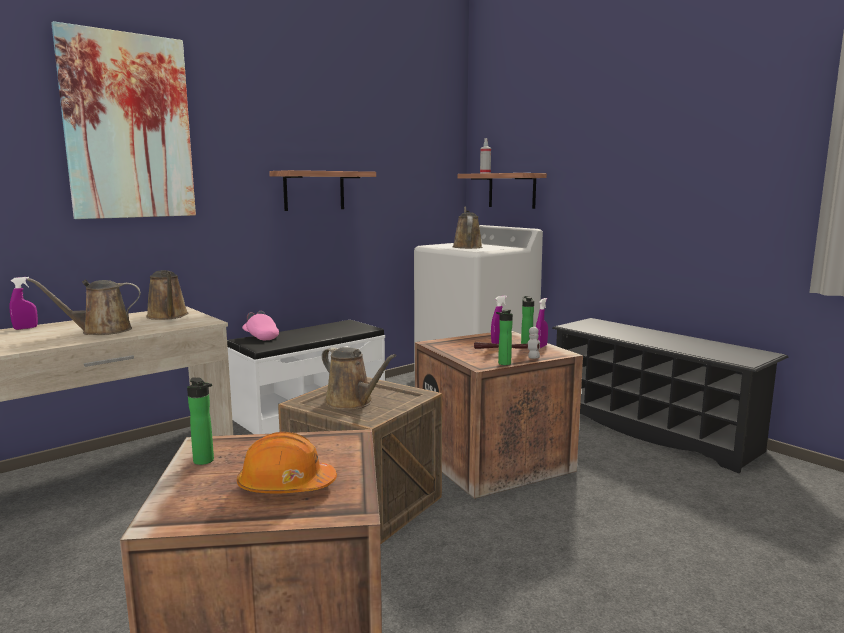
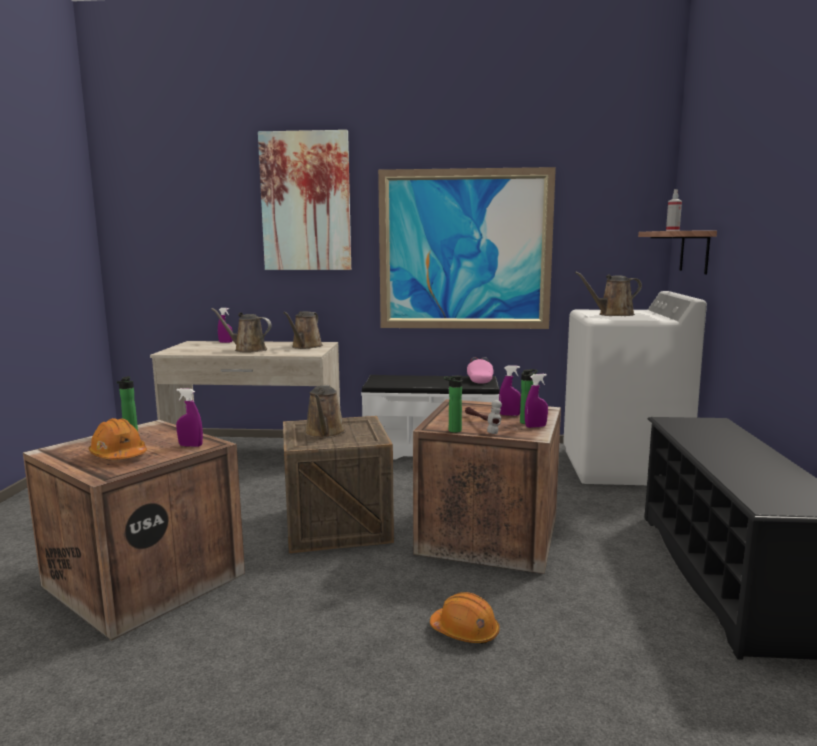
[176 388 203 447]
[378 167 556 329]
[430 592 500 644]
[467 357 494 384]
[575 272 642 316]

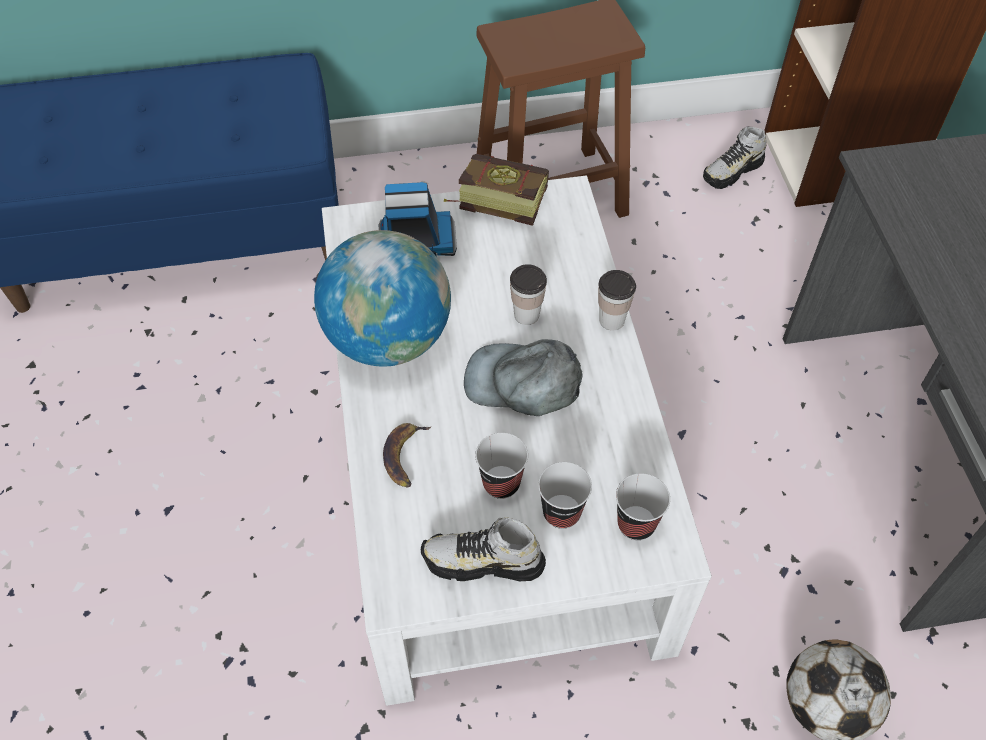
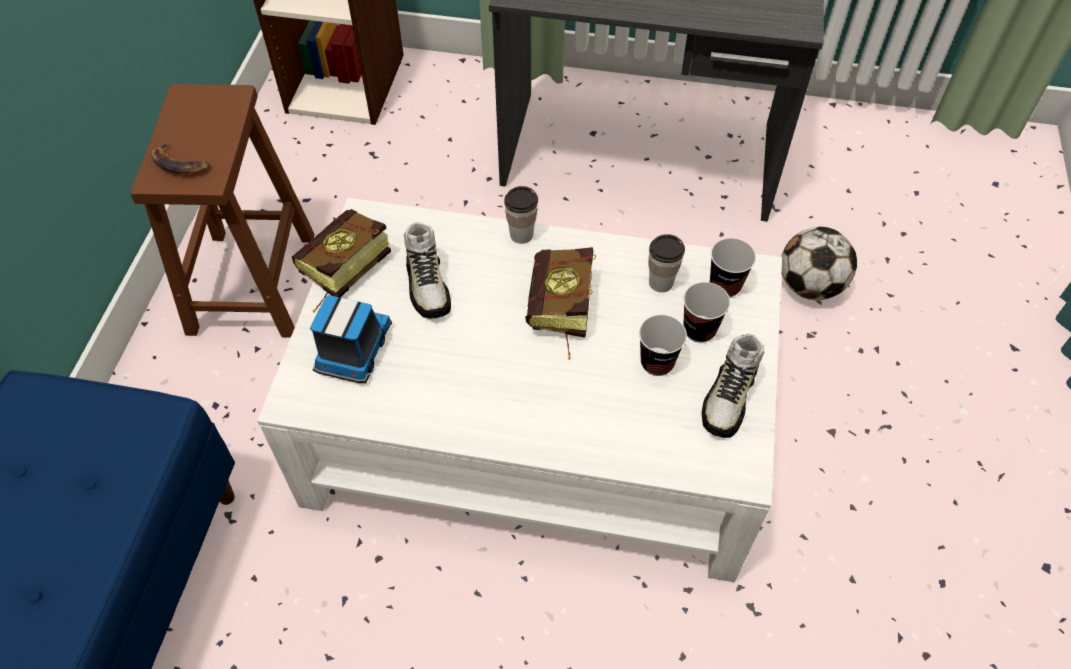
[151 142 209 174]
[404 222 451 319]
[525 247 596 360]
[649 234 685 292]
[314 230 451 367] (first image)

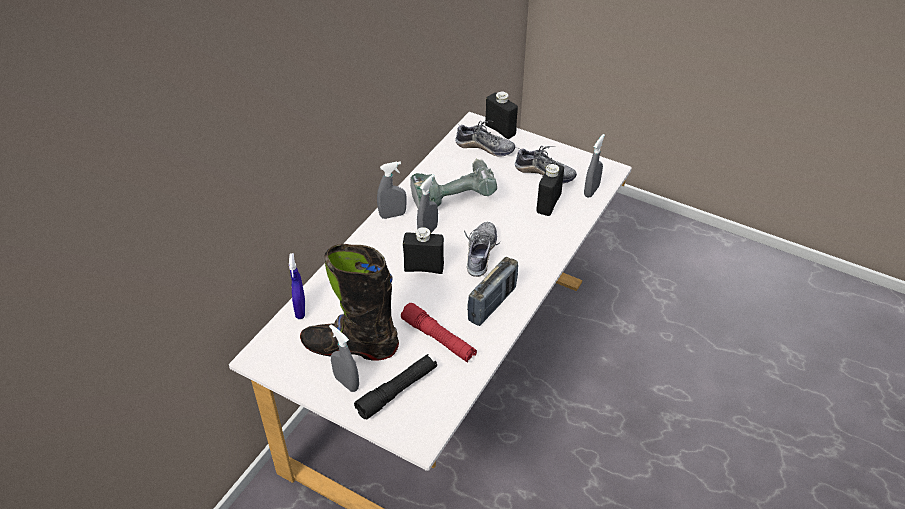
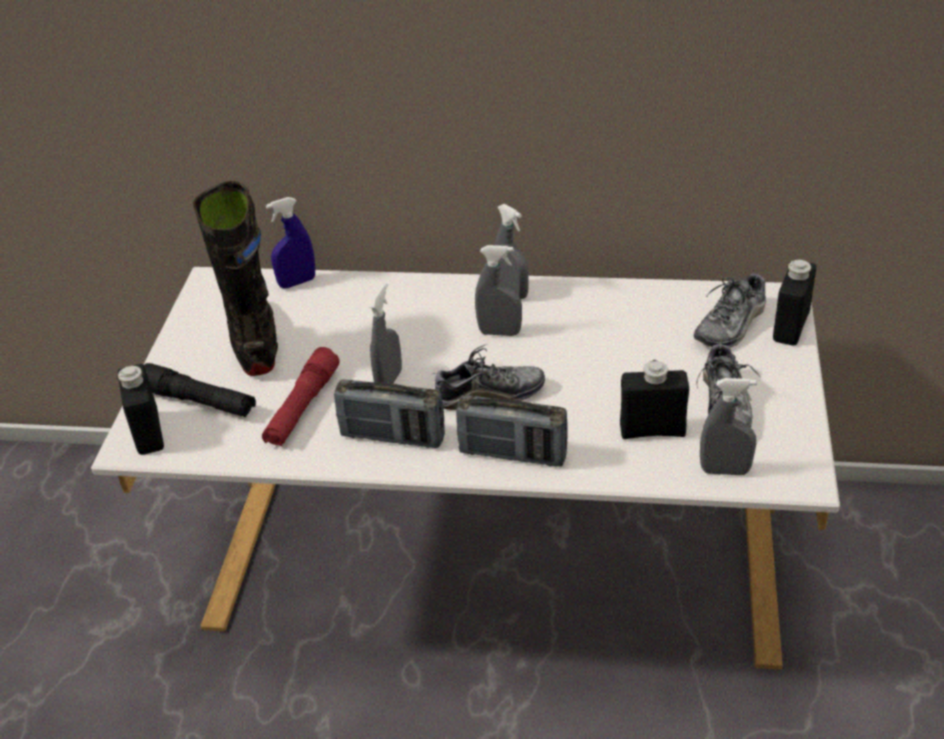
[117 364 164 455]
[369 283 402 384]
[456 395 568 466]
[694 271 766 347]
[410 158 497 209] (first image)

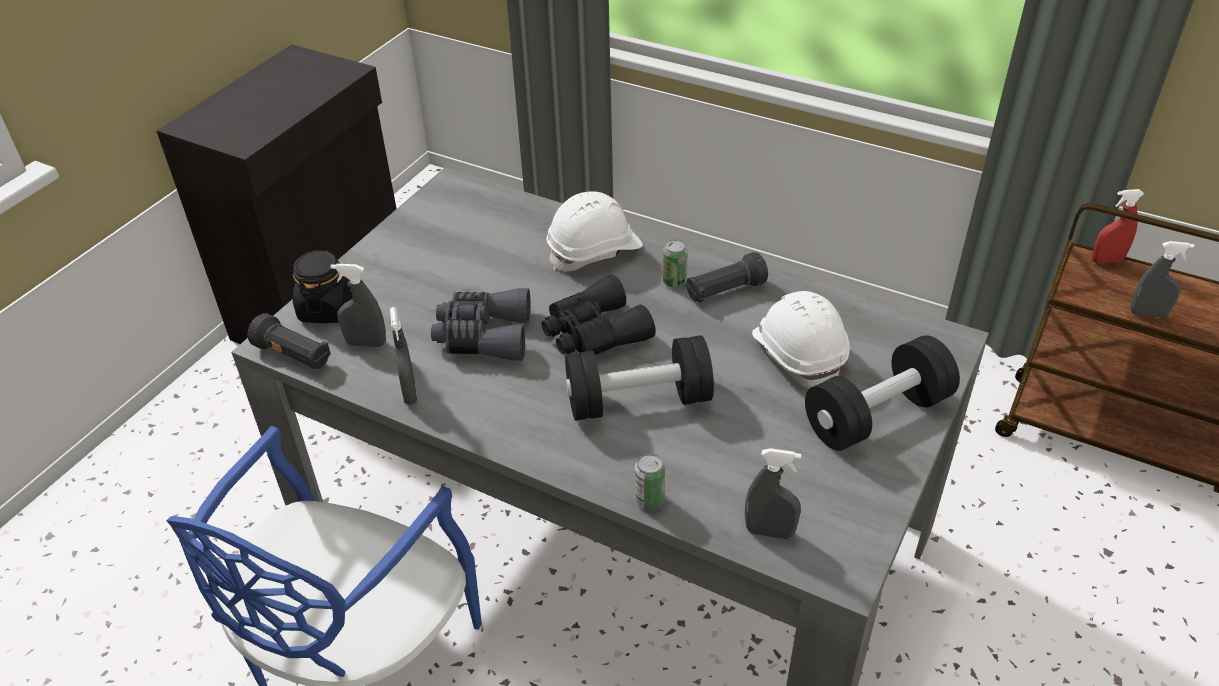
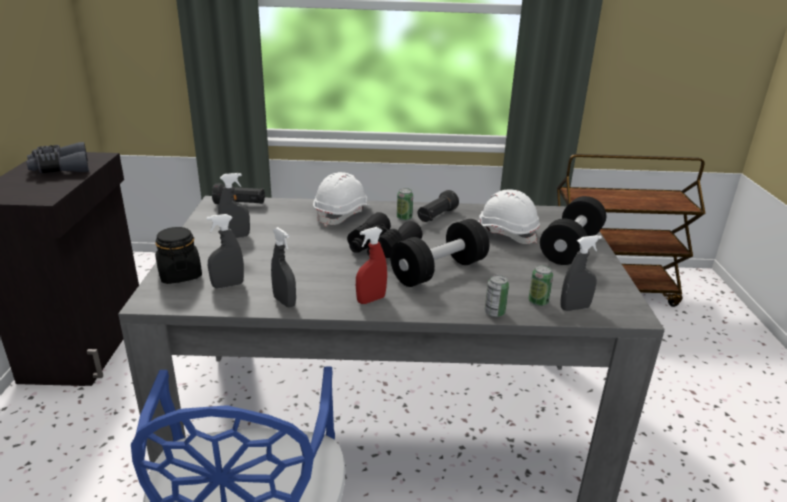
[26 142 89 173]
[212 183 265 204]
[218 173 250 238]
[356 227 387 304]
[528 265 553 306]

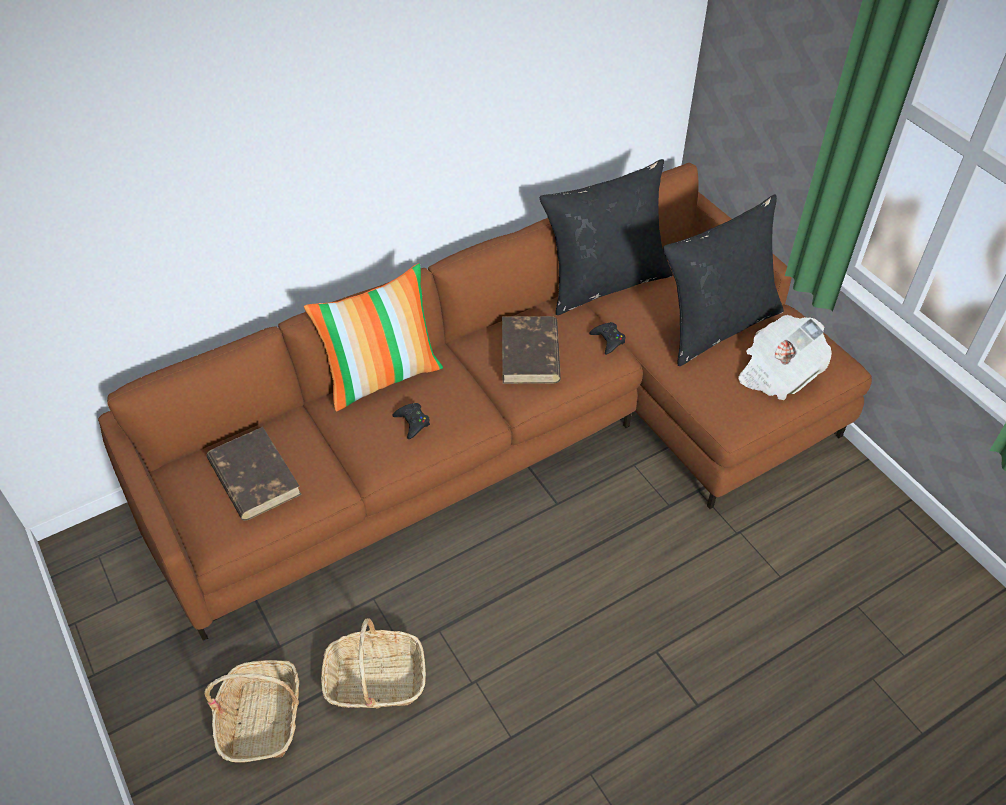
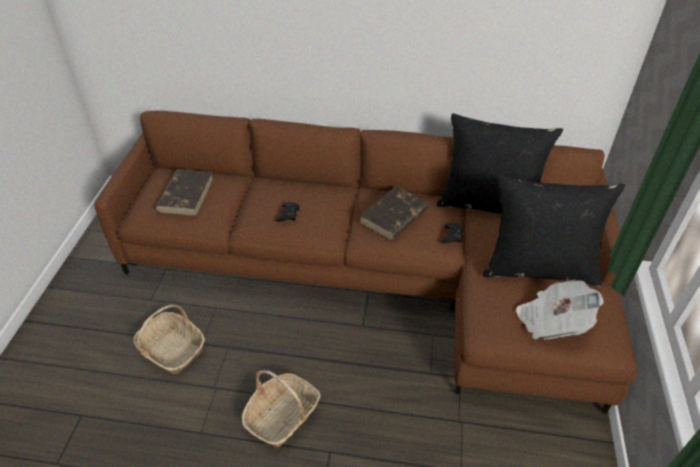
[241 370 321 448]
[304 263 443 412] (first image)

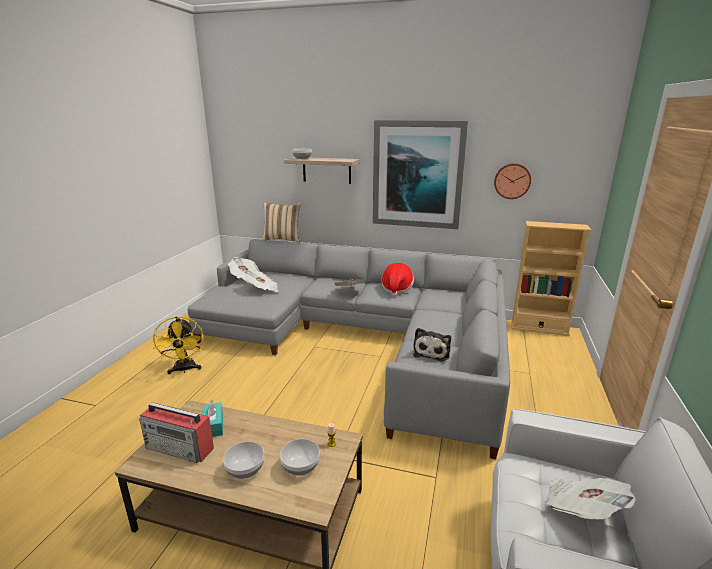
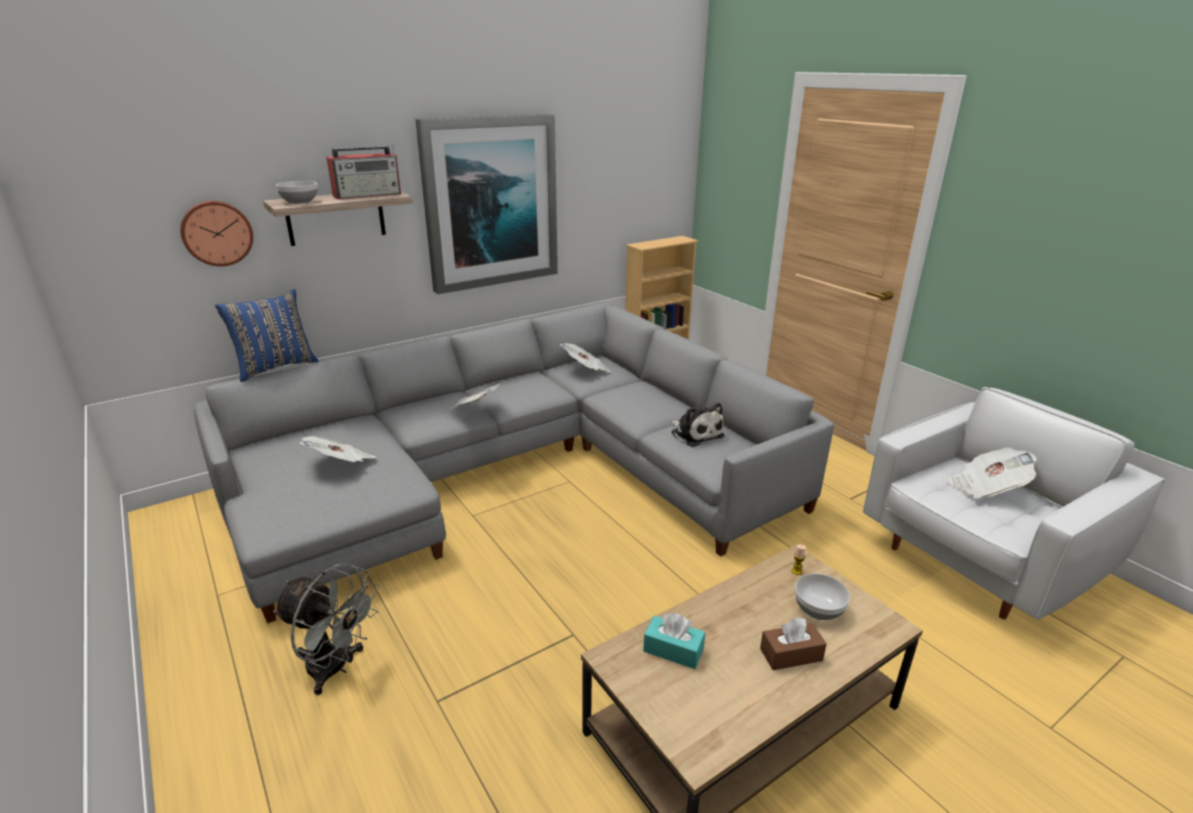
[180 201 253 266]
[215 289 319 382]
[273 563 379 695]
[327 144 401 199]
[560 343 611 372]
[760 618 827 670]
[381 263 414 296] (first image)

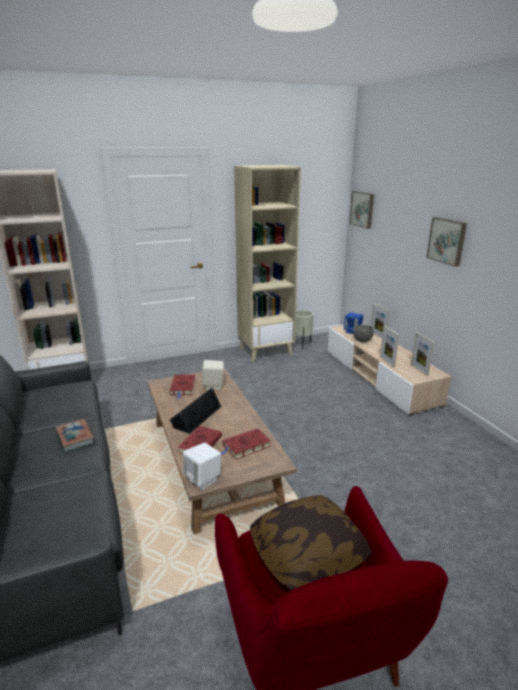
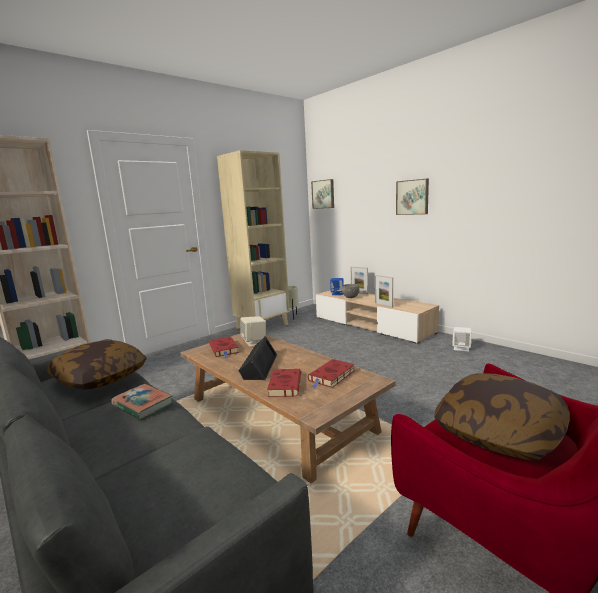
[46 340 147 390]
[452 327 472 352]
[411 332 434 376] (first image)

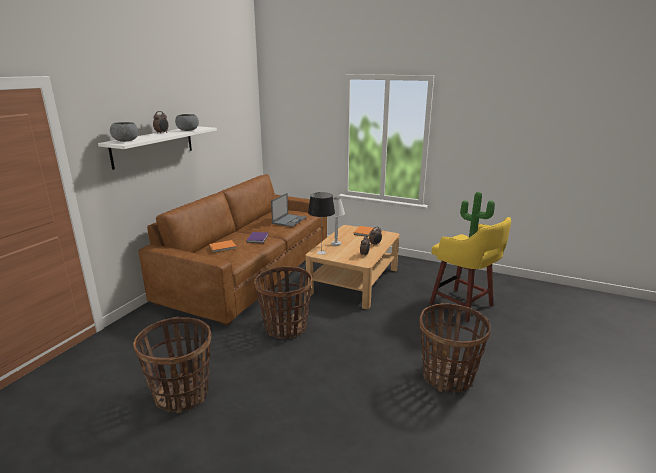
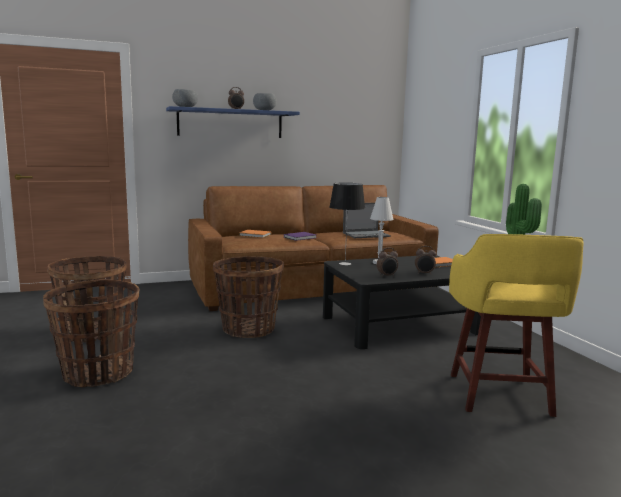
[43 279 139 387]
[166 106 300 138]
[323 255 481 349]

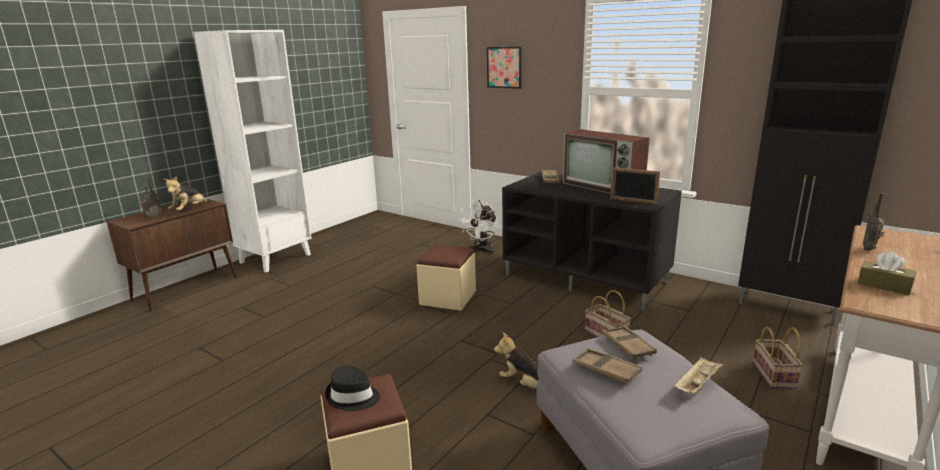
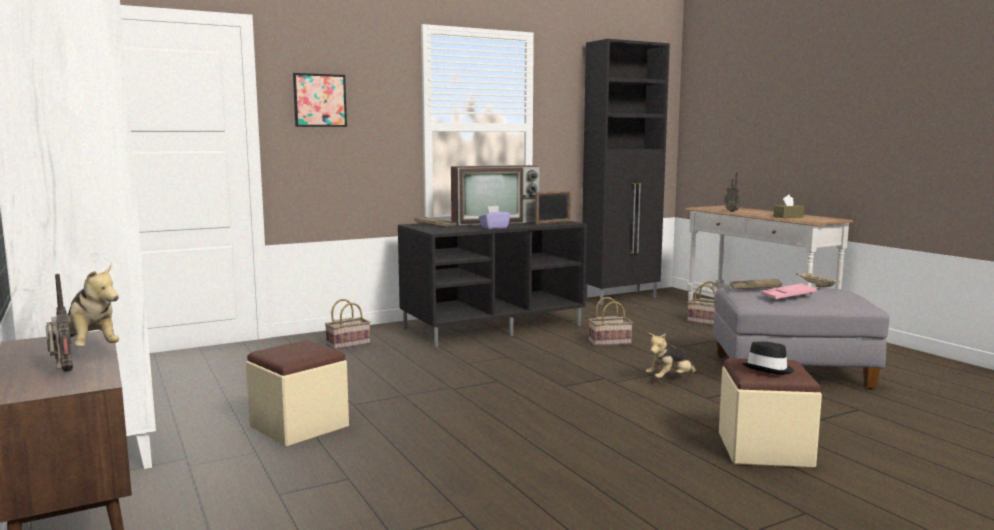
[246 340 349 447]
[325 299 370 350]
[479 205 511 229]
[761 283 817 299]

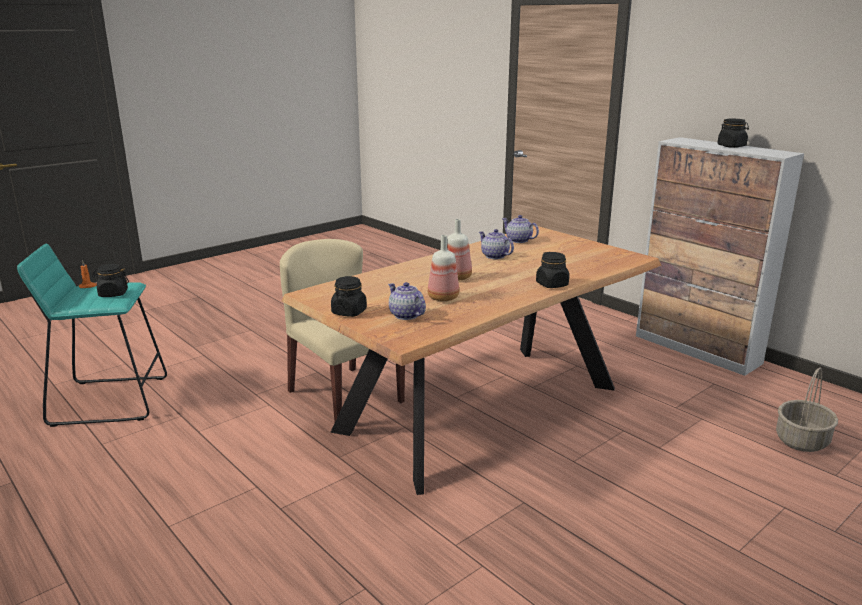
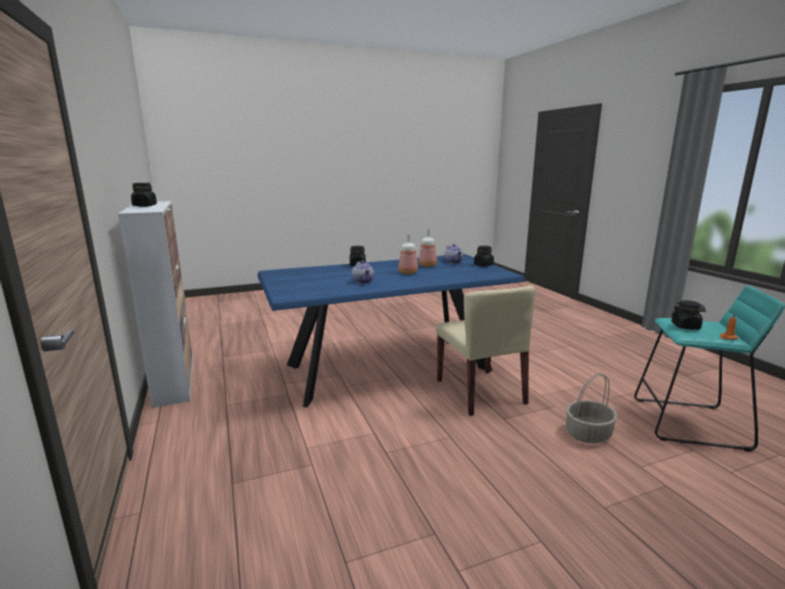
[257 254 526 407]
[566 373 617 444]
[502 215 539 243] (first image)

